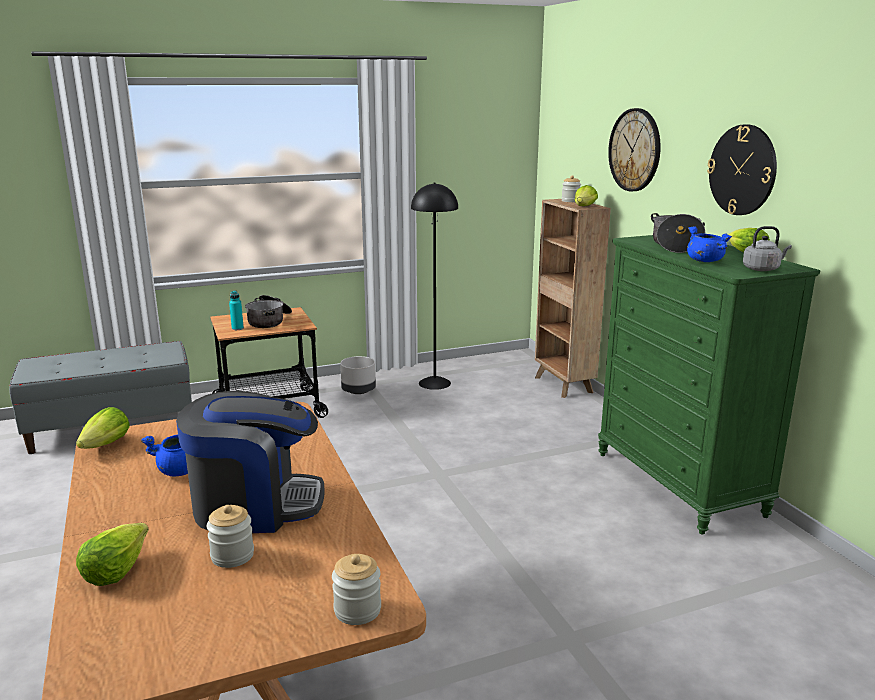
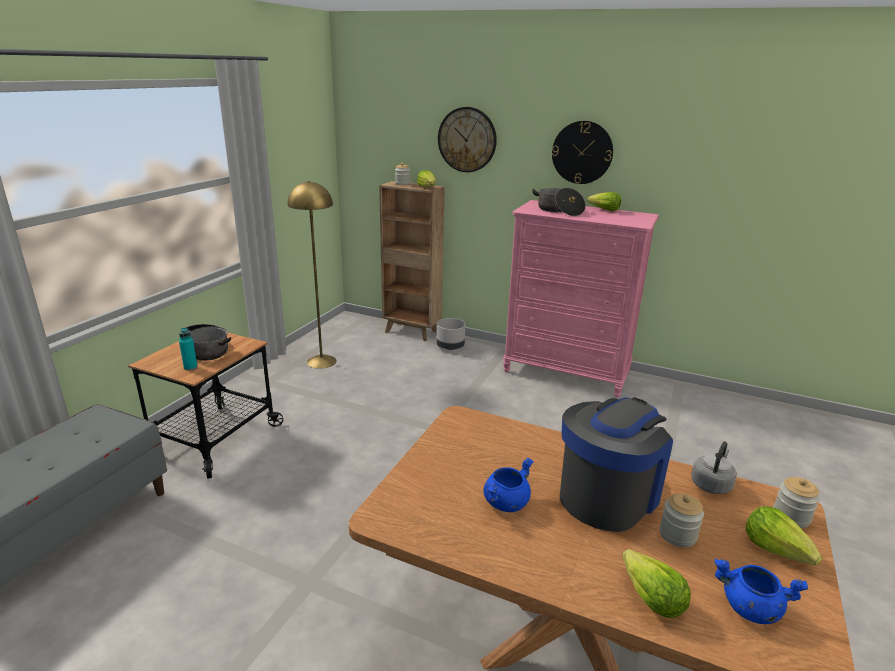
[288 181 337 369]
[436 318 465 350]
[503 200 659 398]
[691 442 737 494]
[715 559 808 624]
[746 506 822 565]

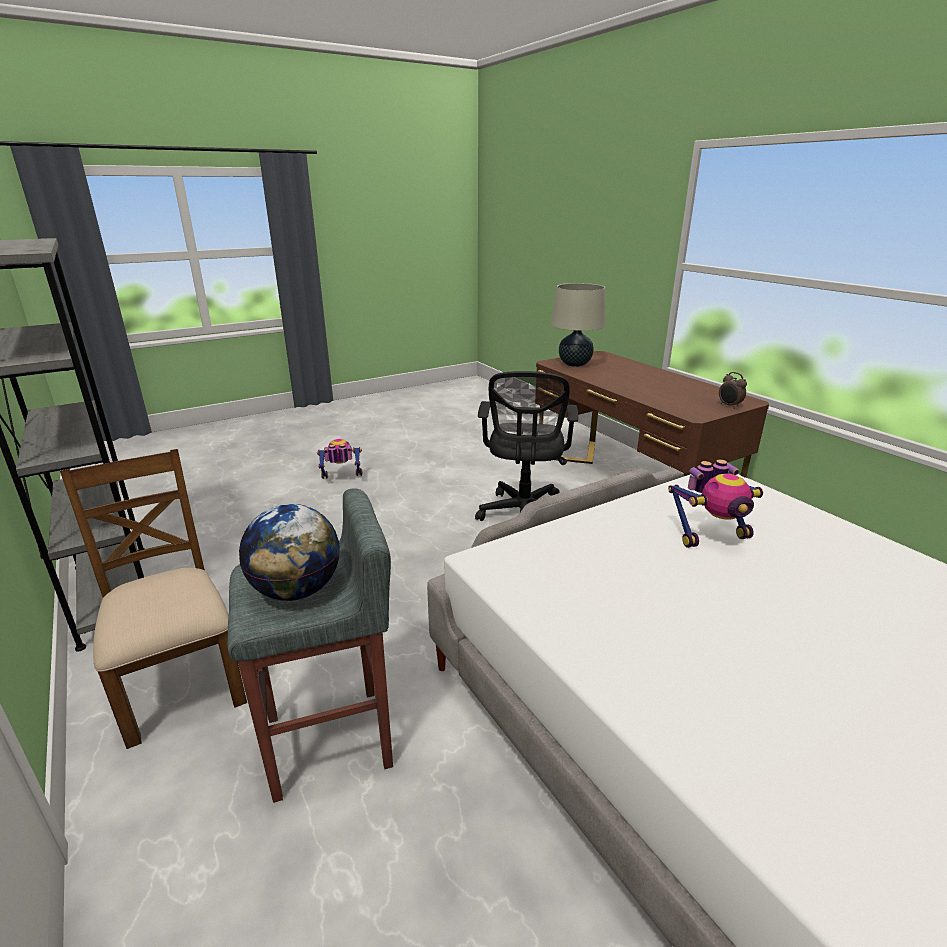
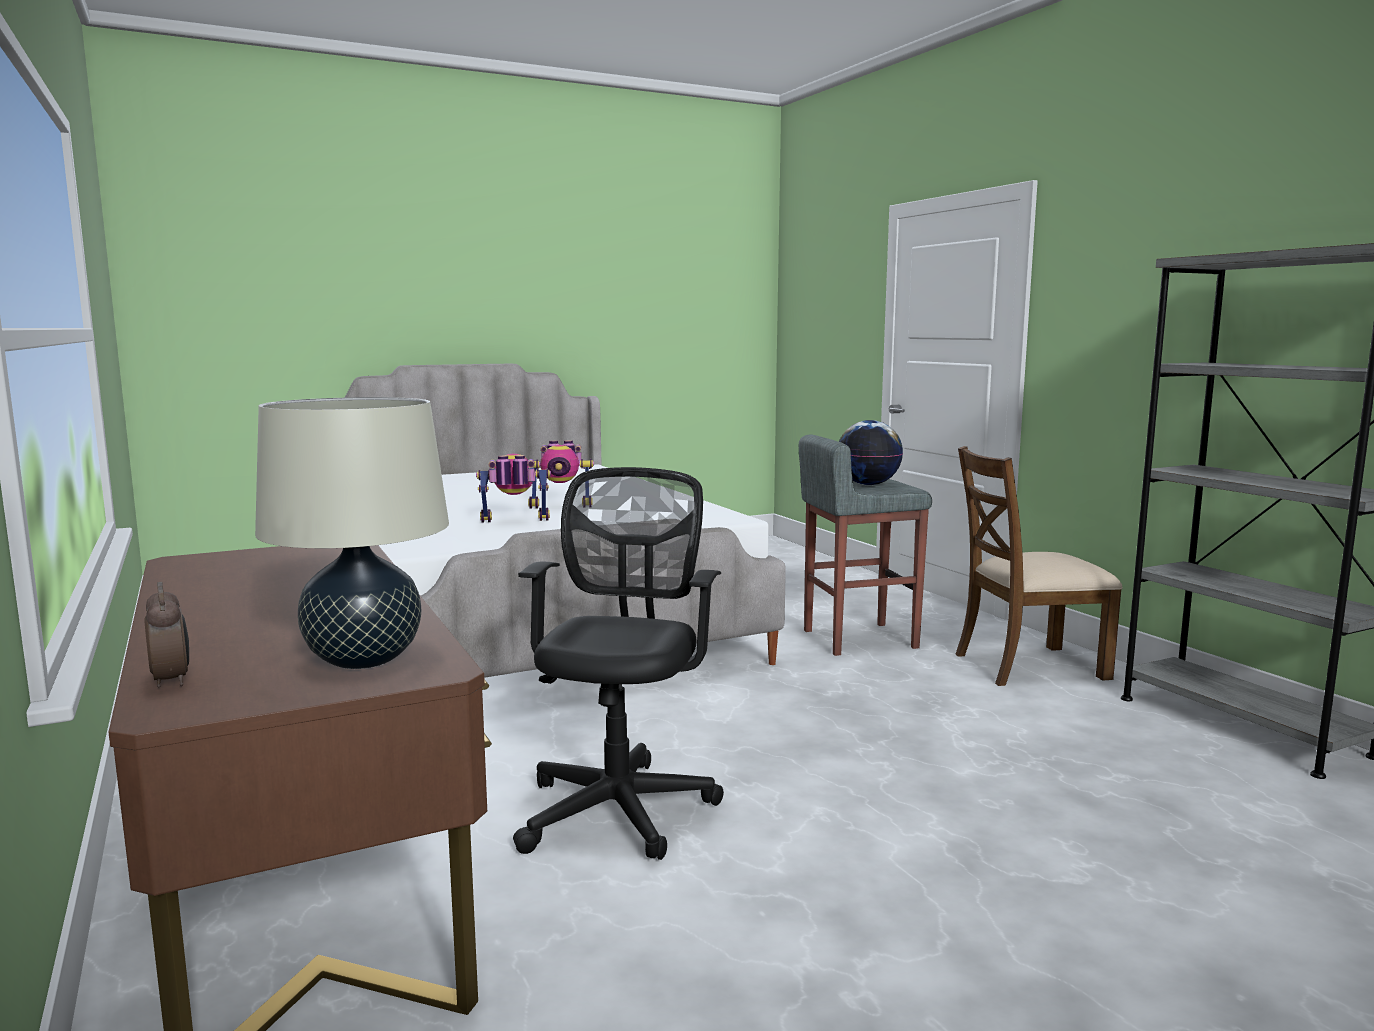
[144 582 189 687]
[528 440 594 509]
[955 446 1123 686]

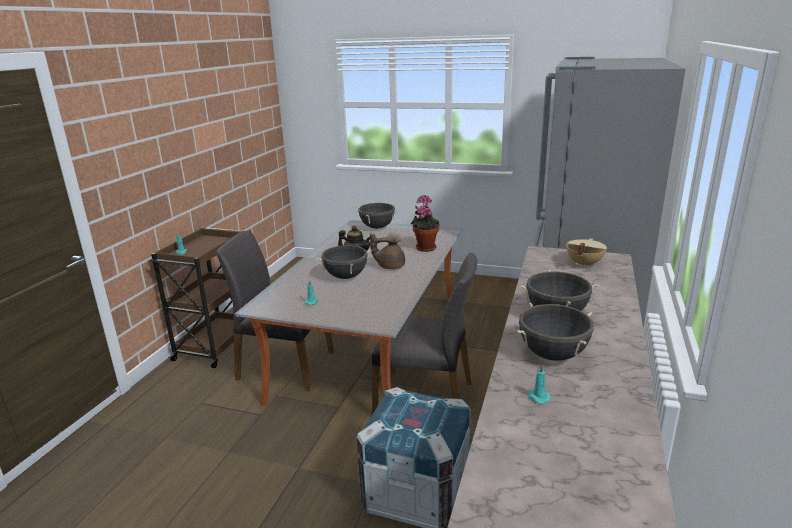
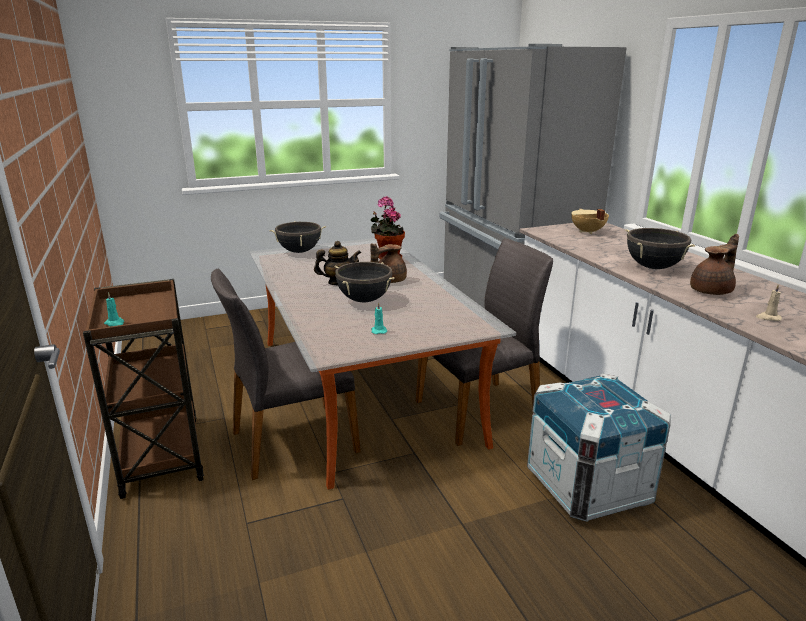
[690 234 739 295]
[756 284 782 321]

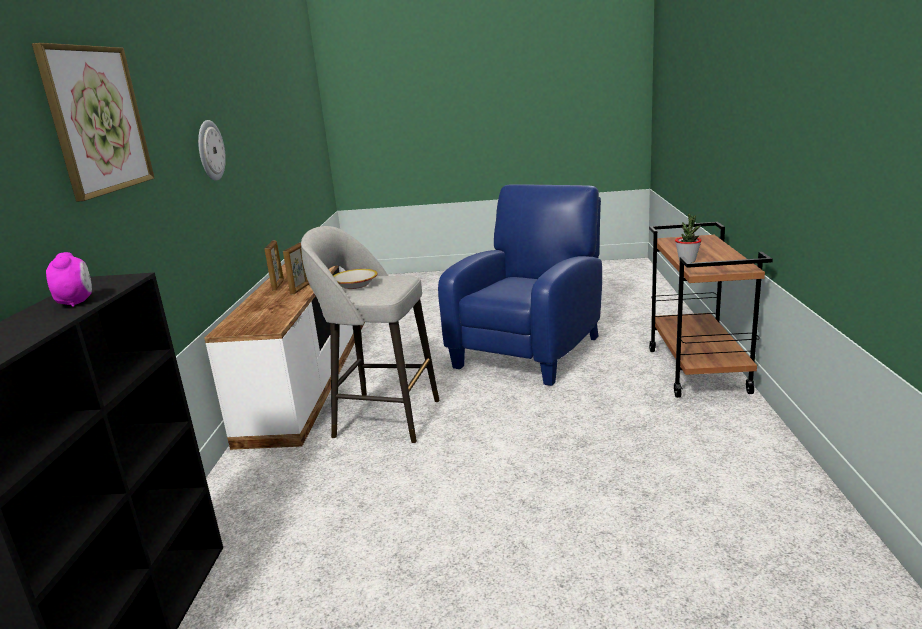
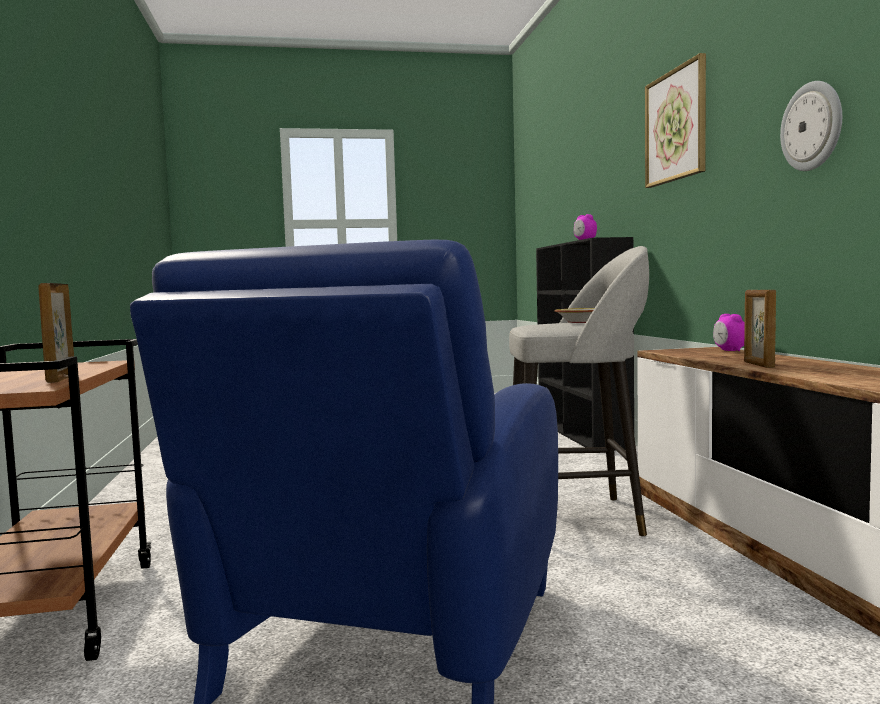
[38 283 74 383]
[713 314 745 351]
[675 214 702 263] (first image)

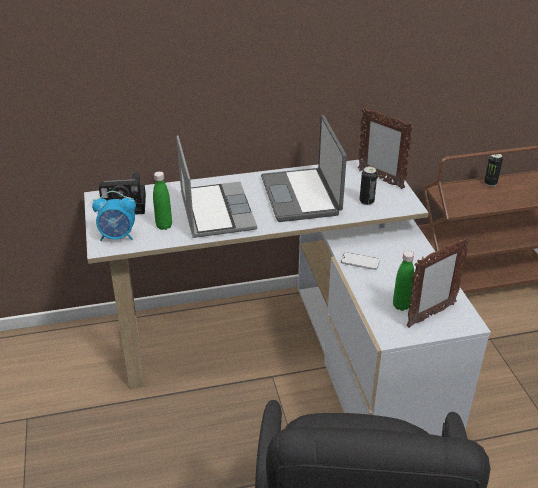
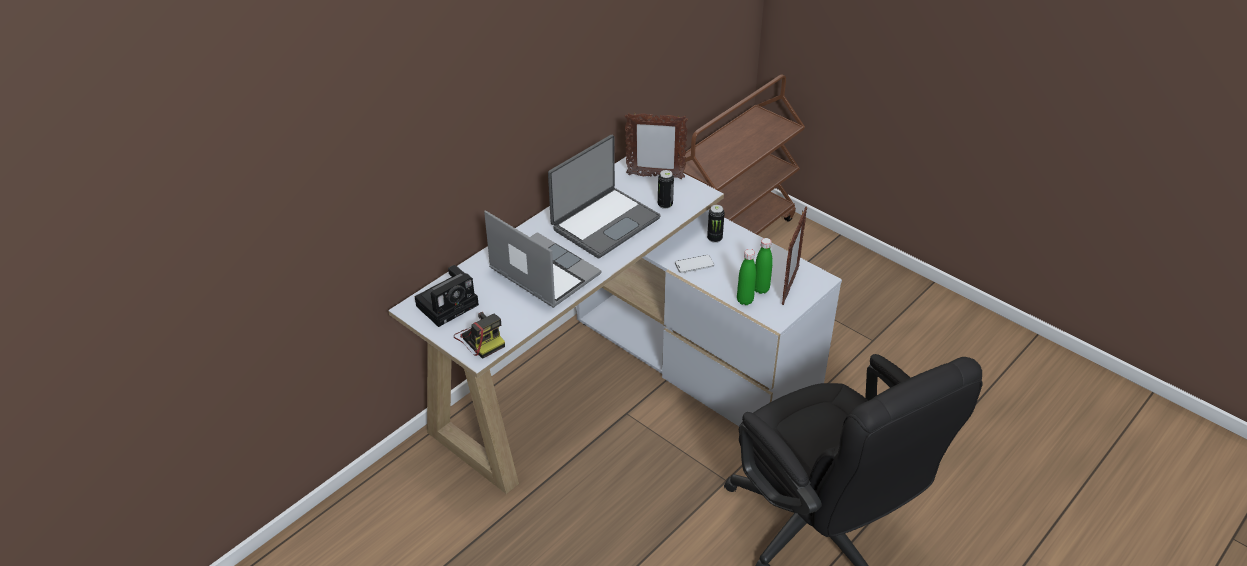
[454 312 505 359]
[548 135 660 259]
[707 205 725 243]
[737 249 756 305]

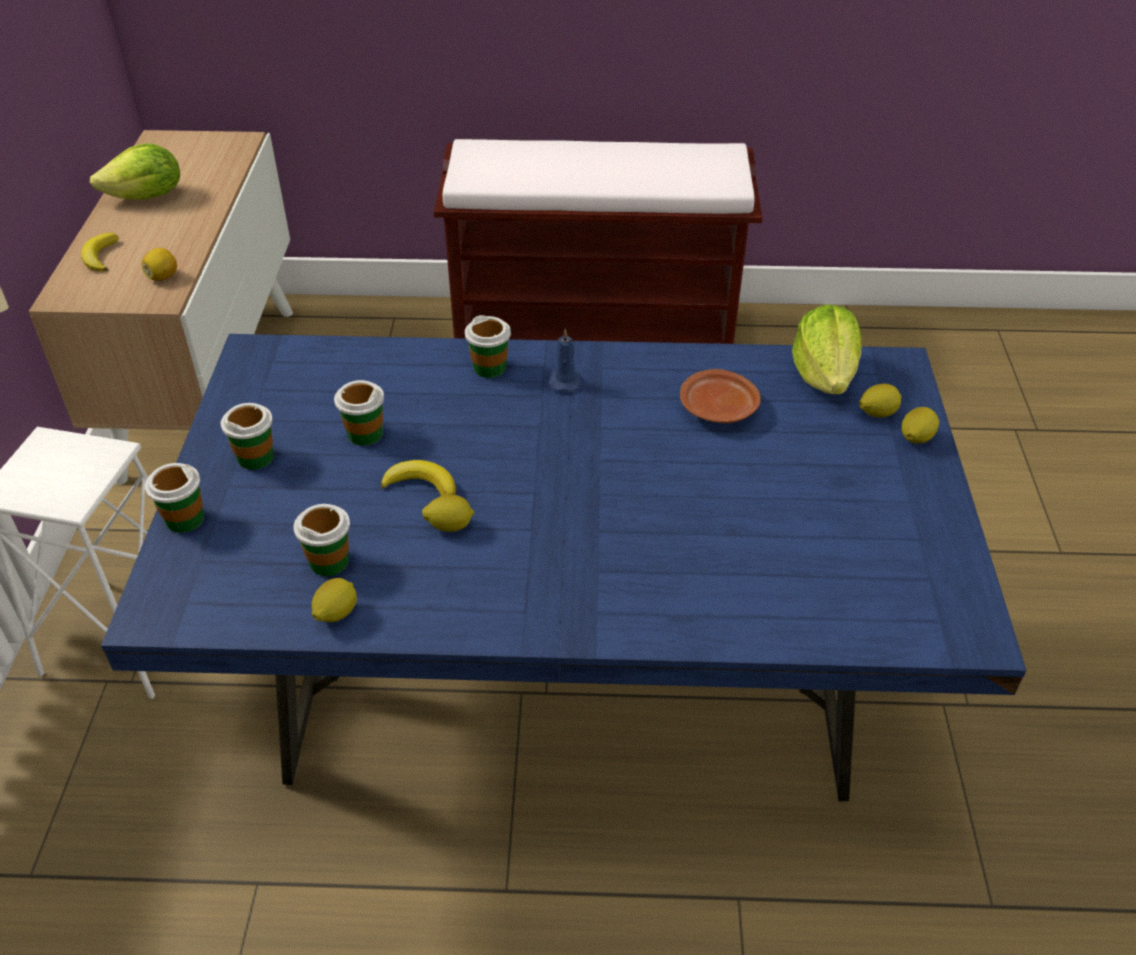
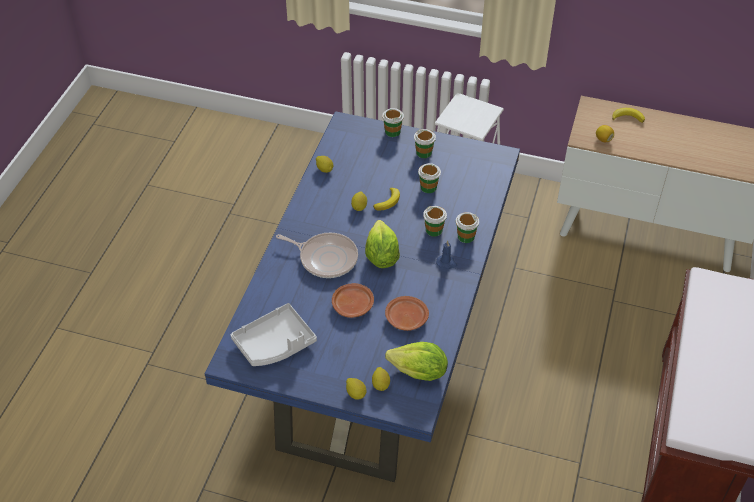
[231 303 317 366]
[276 233 358 278]
[332 283 374 318]
[365 220 400 268]
[423 206 447 237]

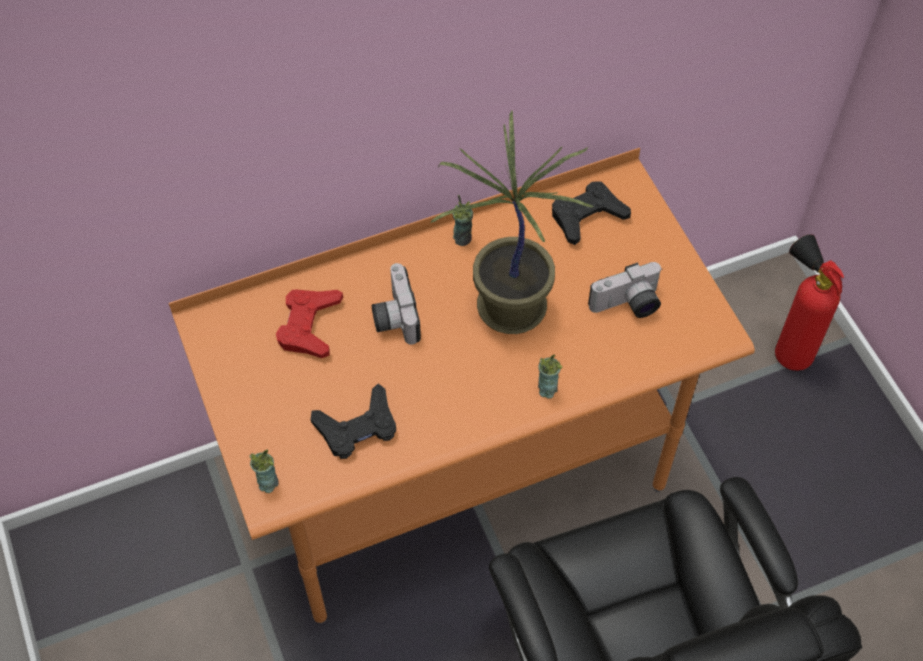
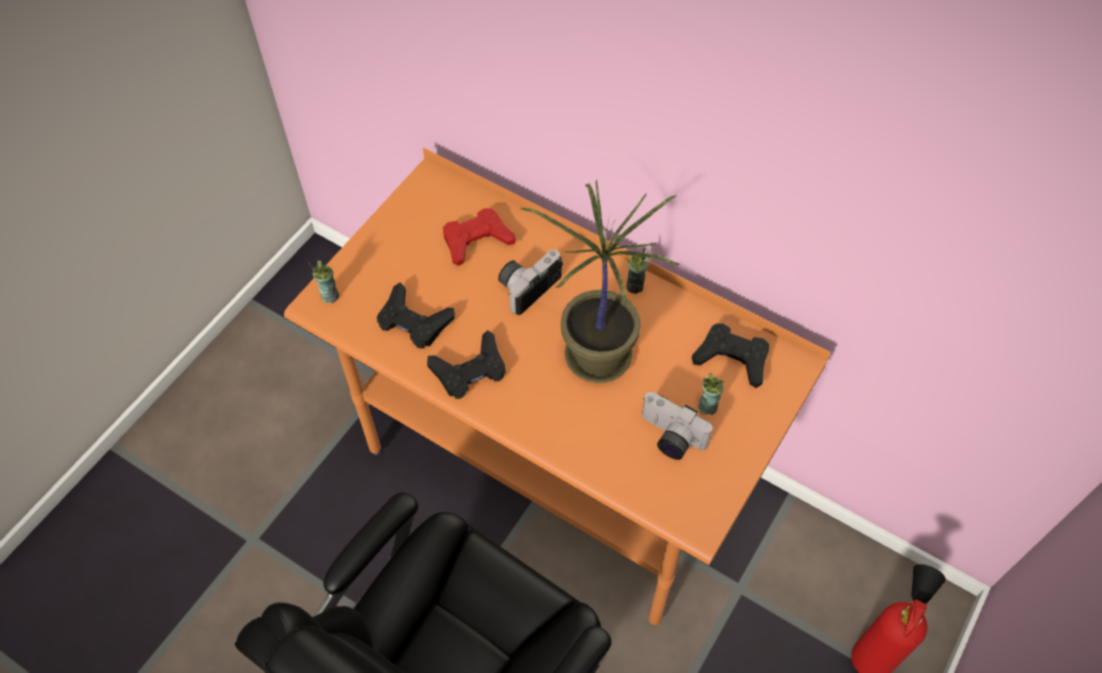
[427 330 506 399]
[698 373 725 415]

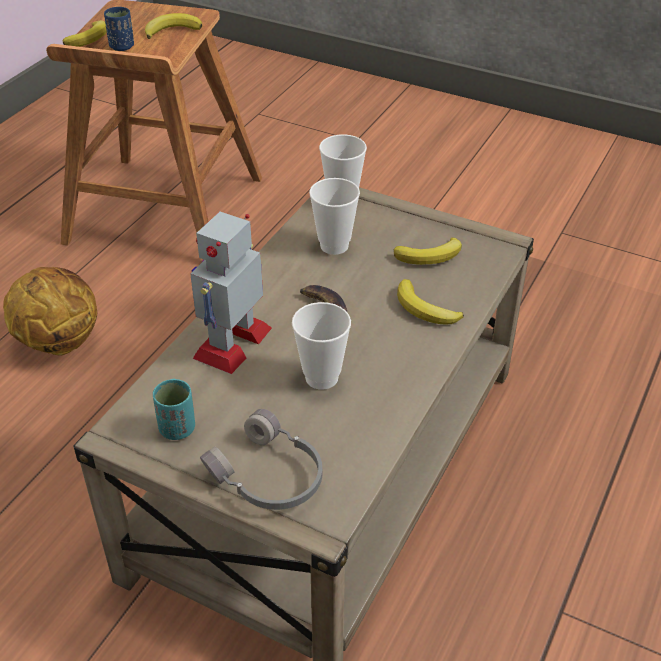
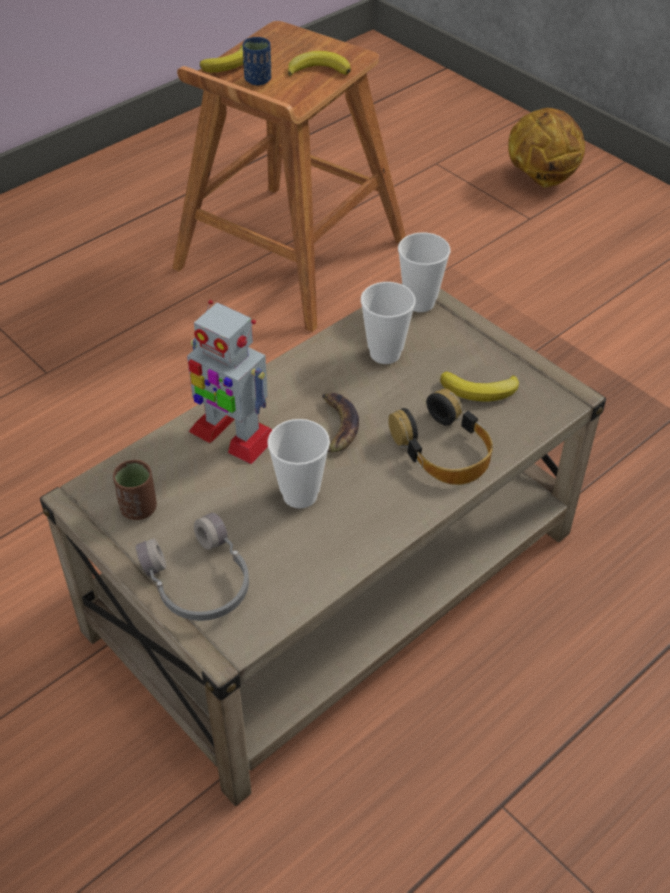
[113 460 157 520]
[187 300 272 464]
[388 388 493 485]
[508 108 585 188]

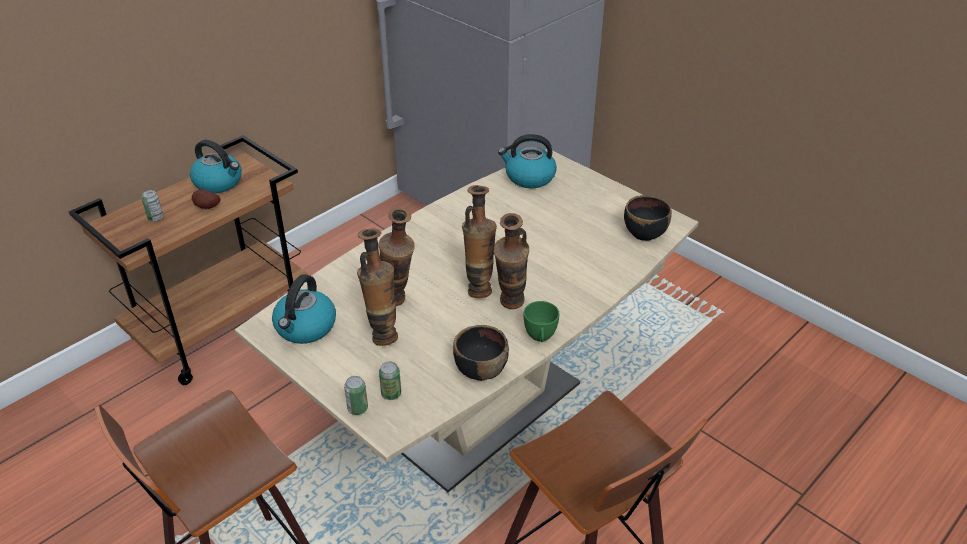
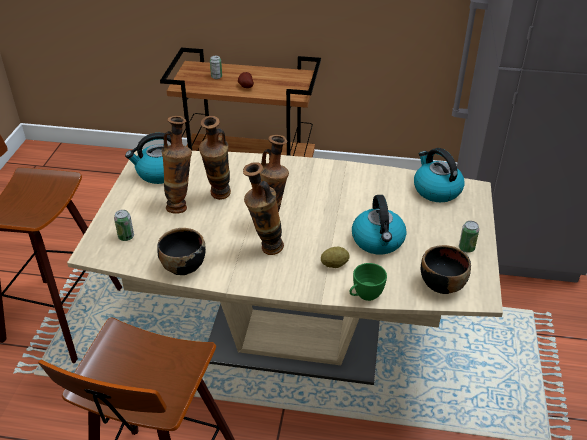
[321 247 350 268]
[349 263 387 301]
[352 195 407 255]
[459 221 479 253]

